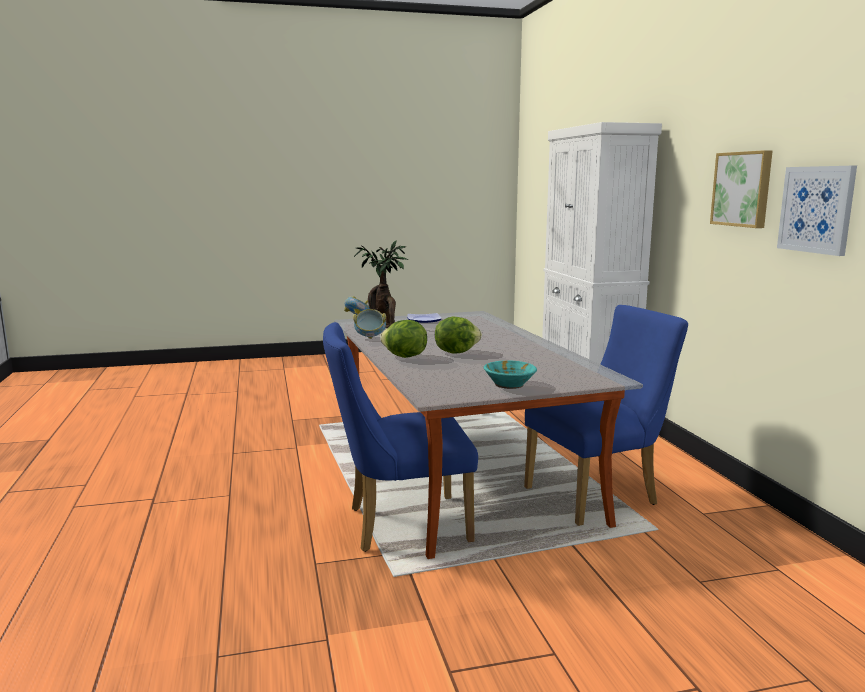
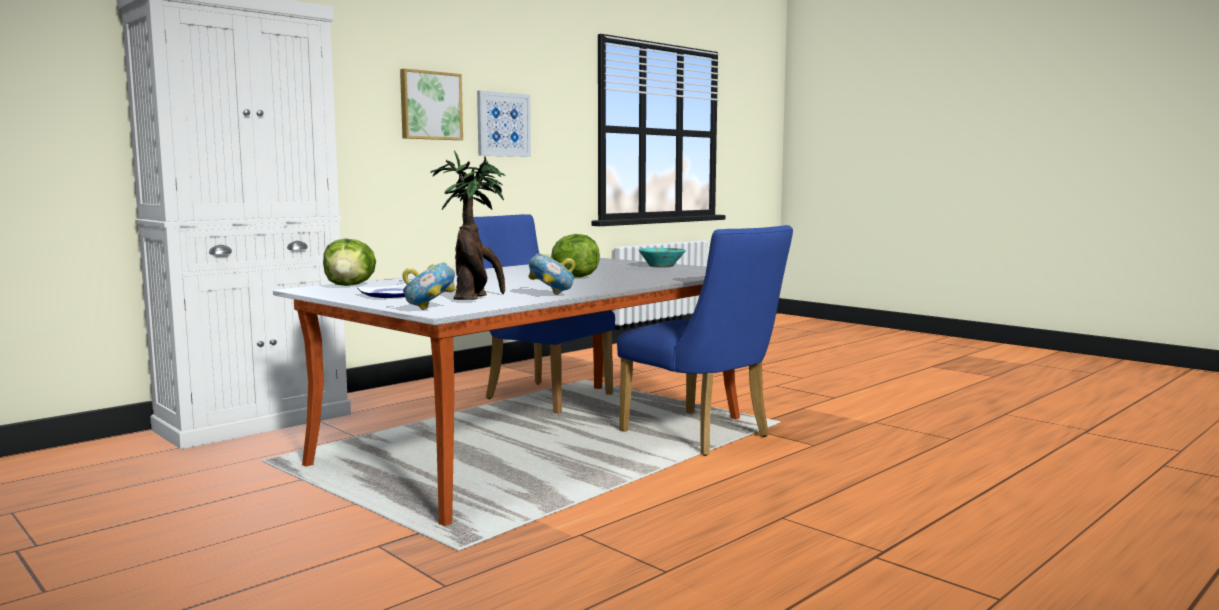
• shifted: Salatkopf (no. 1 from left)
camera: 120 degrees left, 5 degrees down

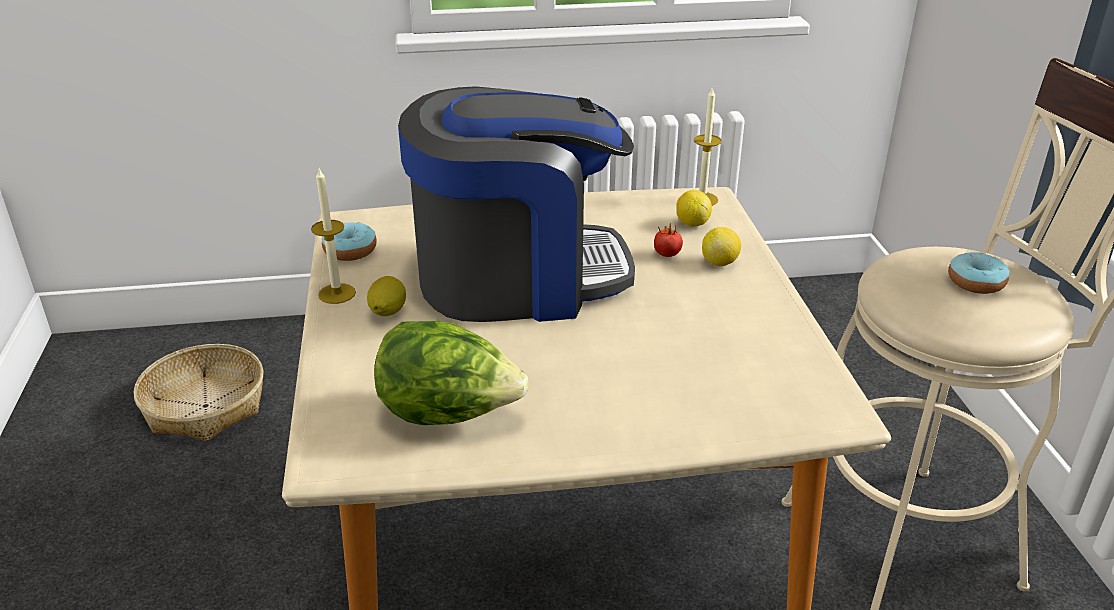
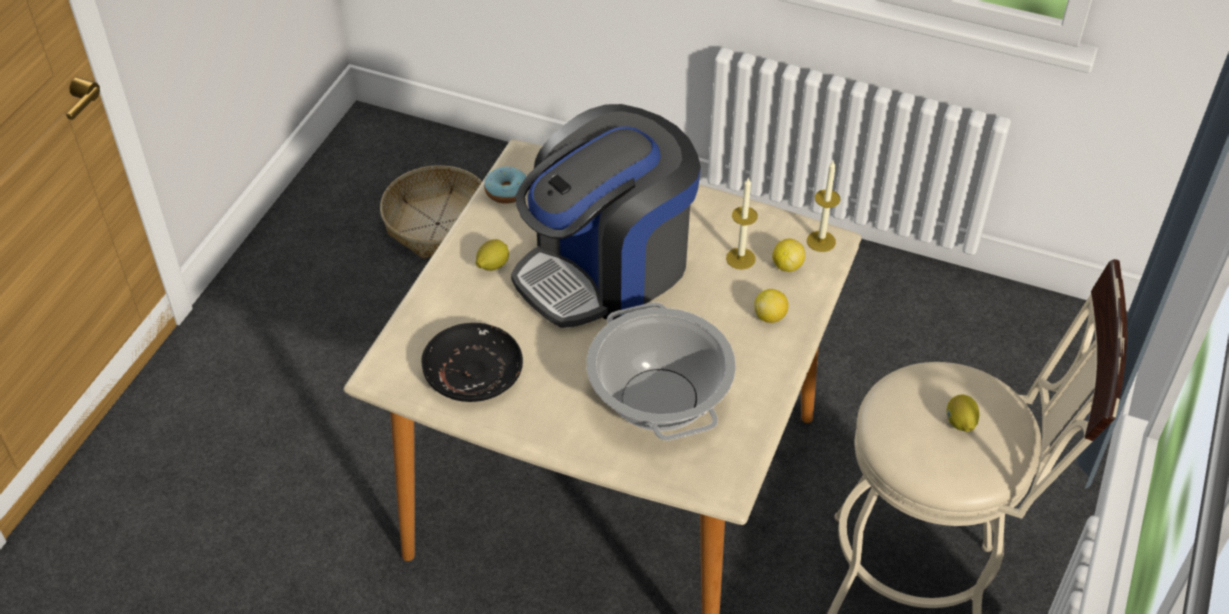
• shifted: Kerze (no. 1 from left)
• swapped: Salatkopf to Teller [schwarz]
• rotated: Kaffeemaschine 120 degrees clockwise
• gone: Tomate
• swapped: Donut (no. 2 from left) to Zitrone (no. 4 from left)
• new: Kochtopf
camera: 30 degrees right, 15 degrees up

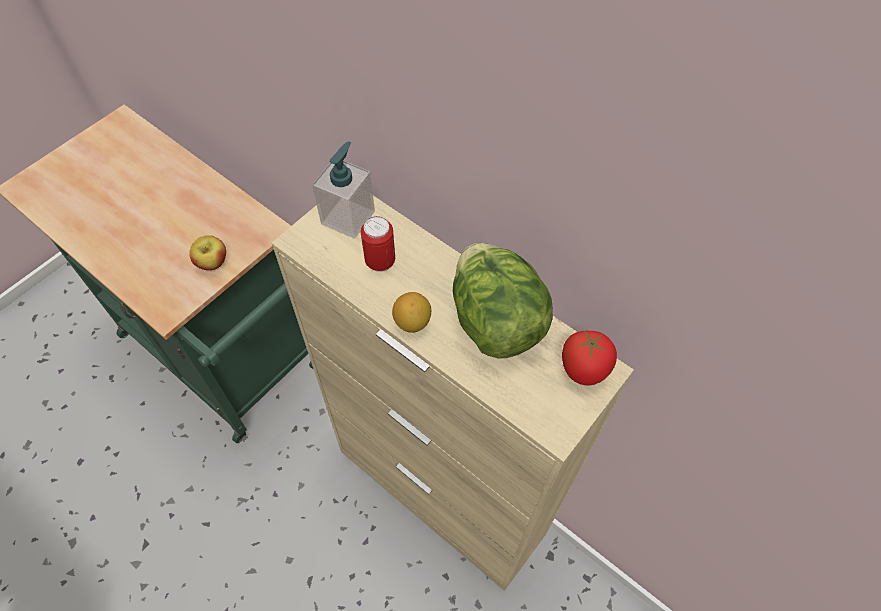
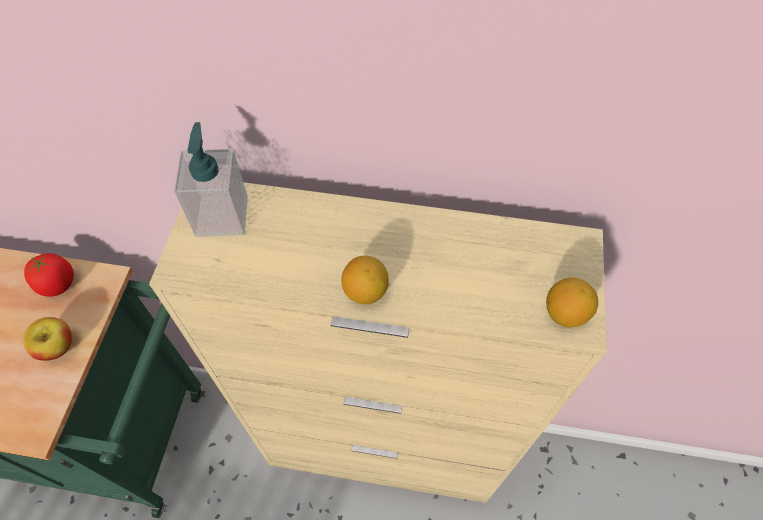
• gone: Dose
• gone: Salatkopf
• shifted: Tomate
• new: Zitrone (no. 2 from left)
camera: 30 degrees left, 0 degrees up

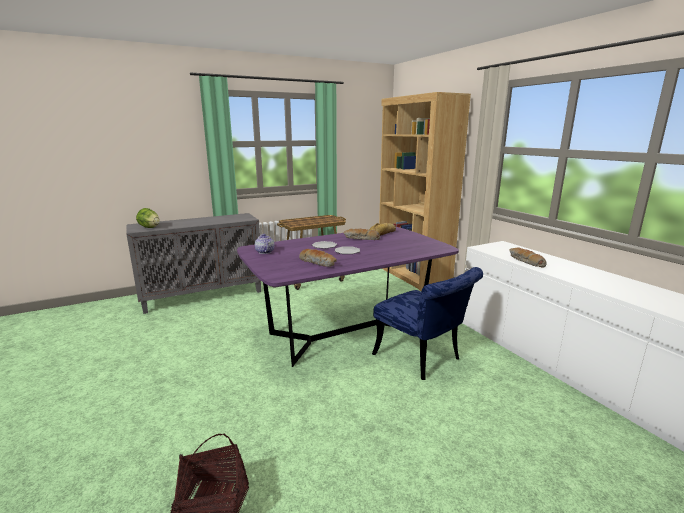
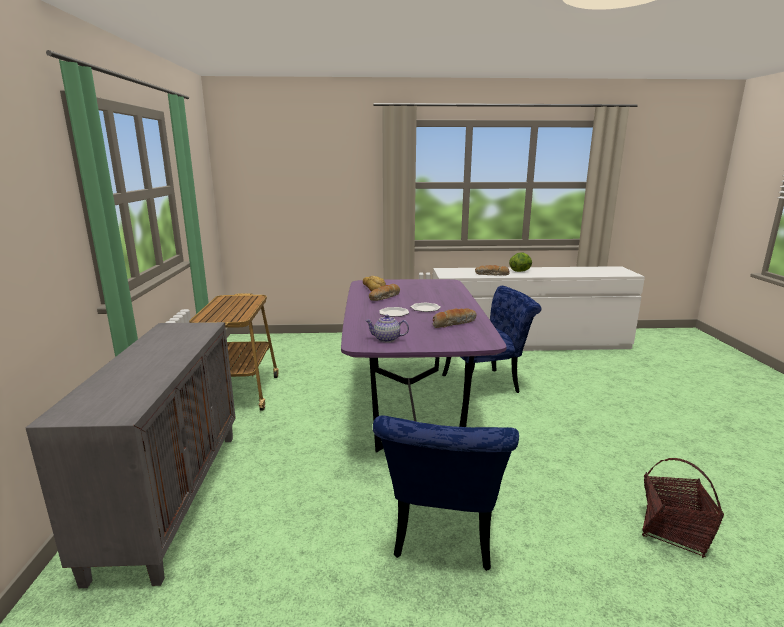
• shifted: Salatkopf
• gone: Bücherregal [braun]
• new: Stuhl [blau] (no. 1 from left)
camera: 65 degrees left, 0 degrees up

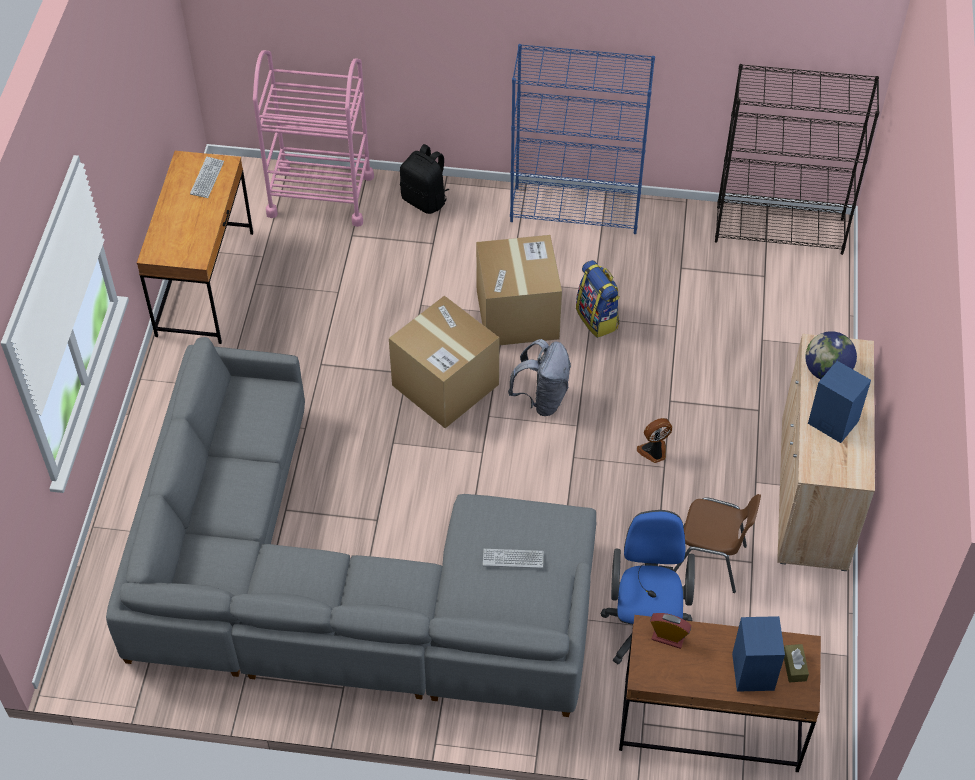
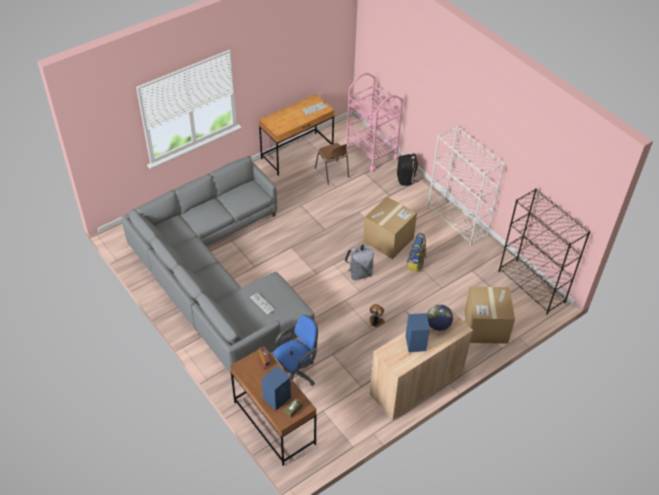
• shifted: Karton (no. 1 from left in the first image) to Karton (no. 2 from left)
• repainted: Bücherregal [blau] to Bücherregal [weiß]
• shifted: Stuhl [braun]
camera: 45 degrees right, 5 degrees down

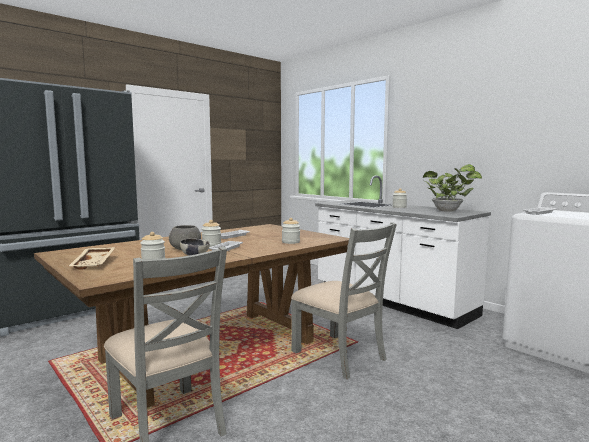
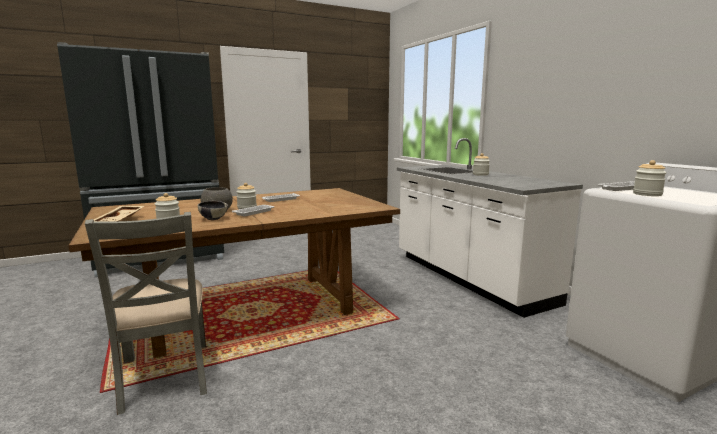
• shifted: Vorratsglas (no. 3 from left in the first image) to Vorratsglas (no. 4 from left)
• gone: Stuhl [grau] (no. 2 from left)
• gone: Topfpflanze
camera: 15 degrees right, 5 degrees up

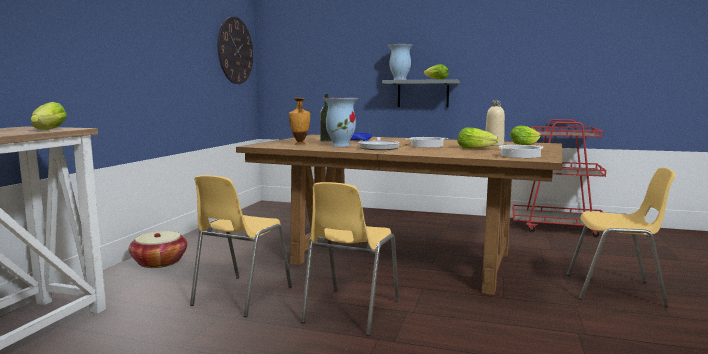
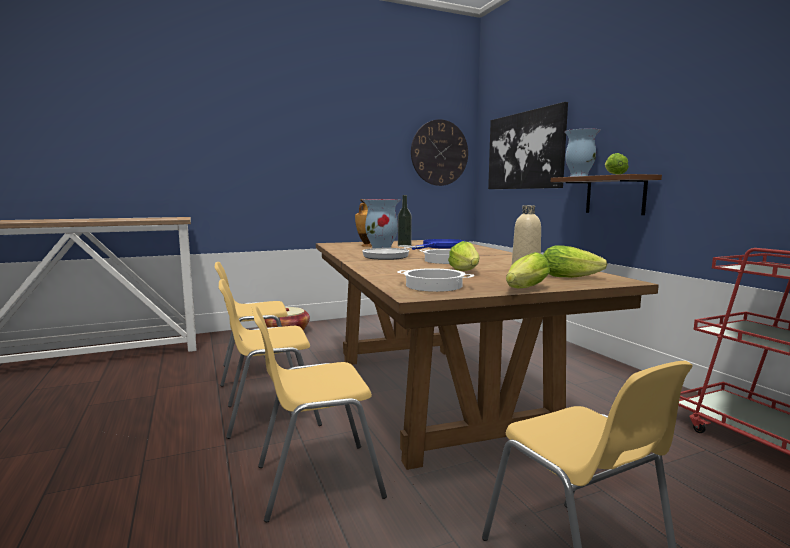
• shifted: Salatkopf (no. 1 from left in the first image) to Salatkopf (no. 2 from left)
• repainted: Wandregal [grau] to Wandregal [braun]
• new: Stuhl [gelb] (no. 3 from left)
• new: Bild
camera: 50 degrees right, 0 degrees up

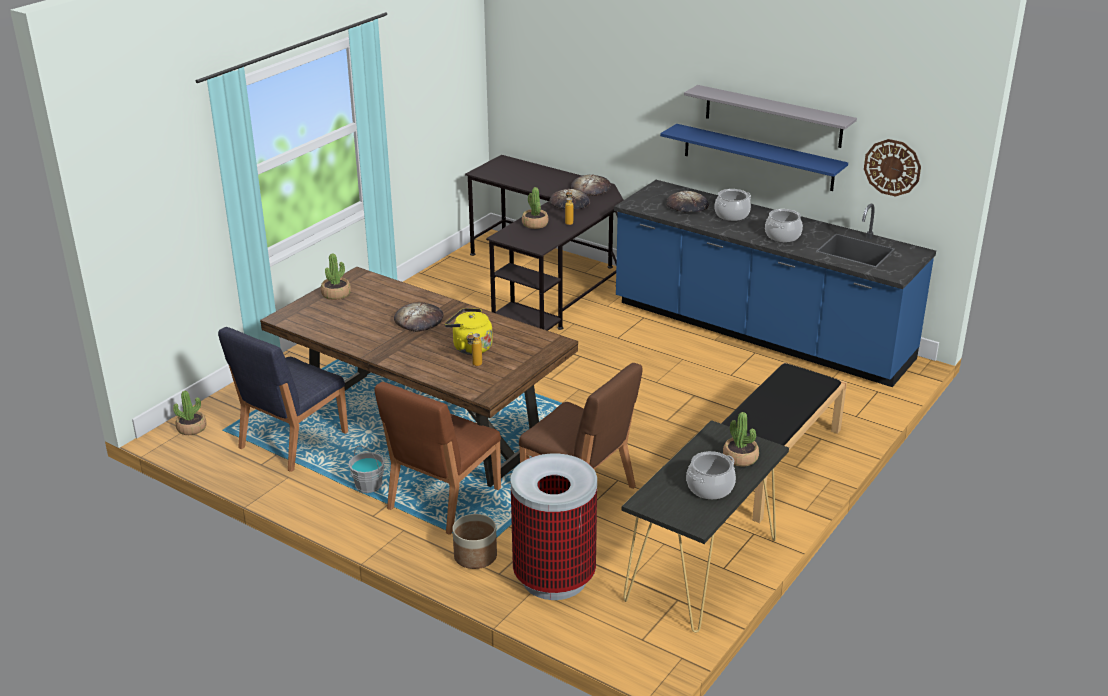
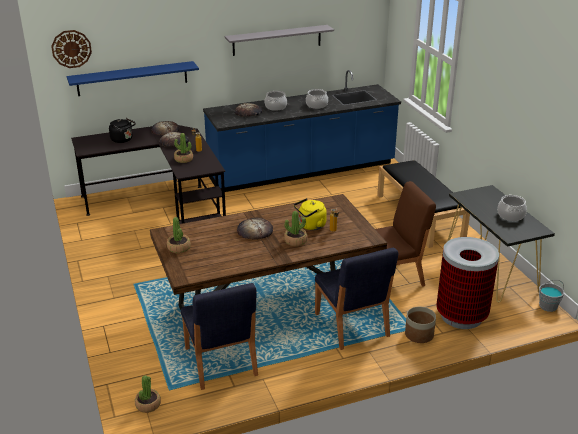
• shifted: Eimer [grau]
• repainted: Stuhl [braun] (no. 1 from left) to Stuhl [blau] (no. 2 from left)
• shifted: Wandregal [blau]
• shifted: Topfpflanze (no. 4 from left)
• shifted: Wanduhr
• new: Wasserkessel [schwarz]
camera: 55 degrees left, 0 degrees up

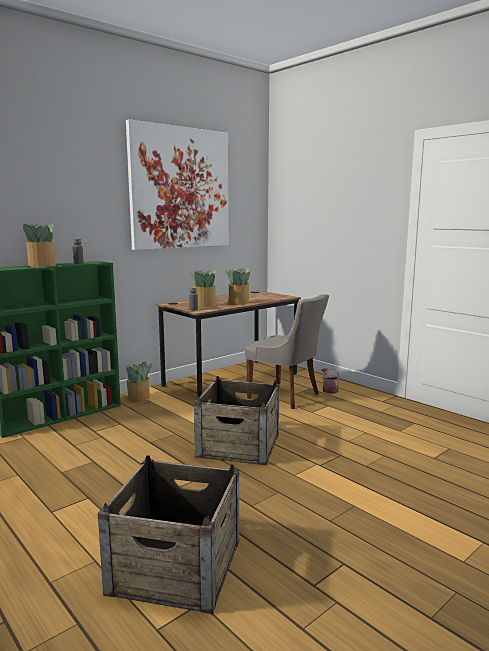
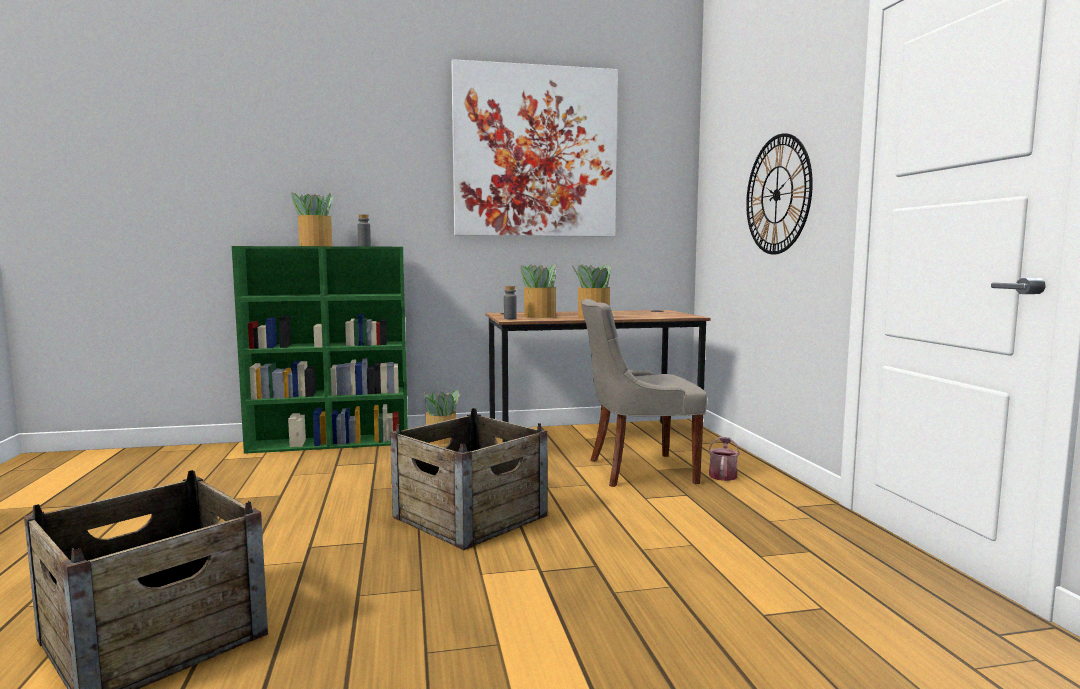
• rotated: Stuhl [grau] 105 degrees clockwise
• new: Wanduhr
camera: 30 degrees right, 5 degrees down

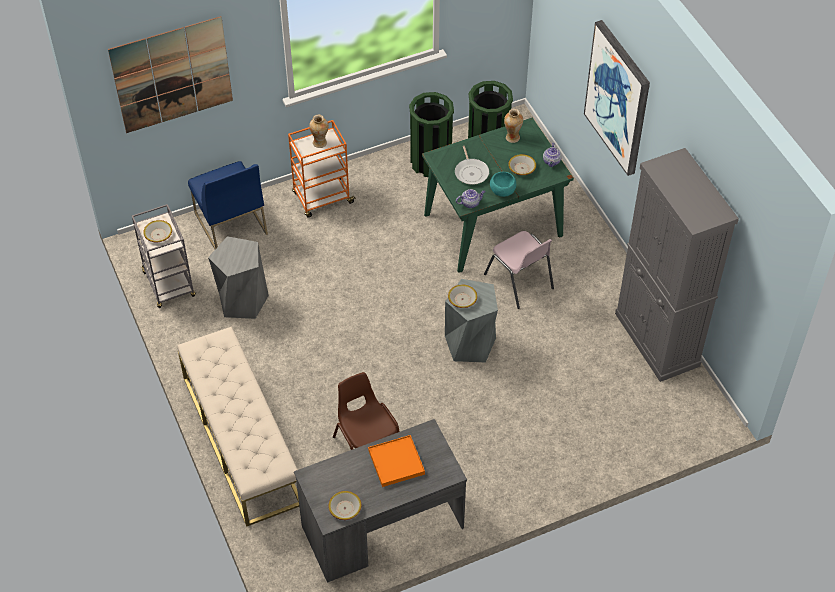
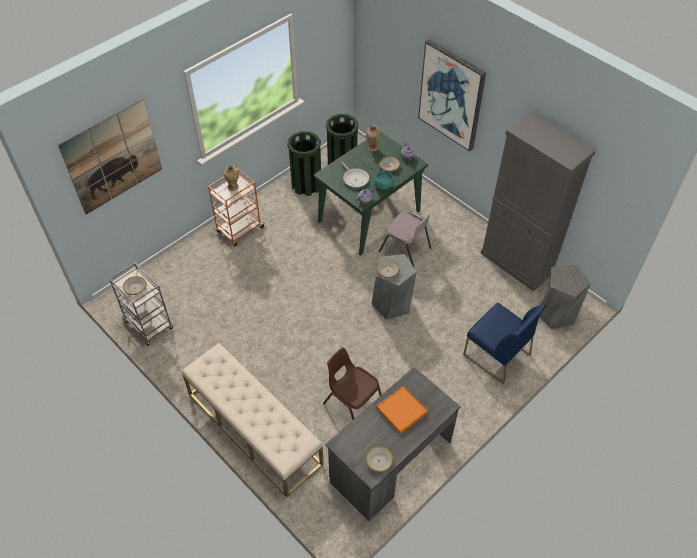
• shifted: Stuhl [blau]
• shifted: Hocker [grau] (no. 1 from left in the first image) to Hocker [grau] (no. 2 from left)
camera: 20 degrees left, 0 degrees up

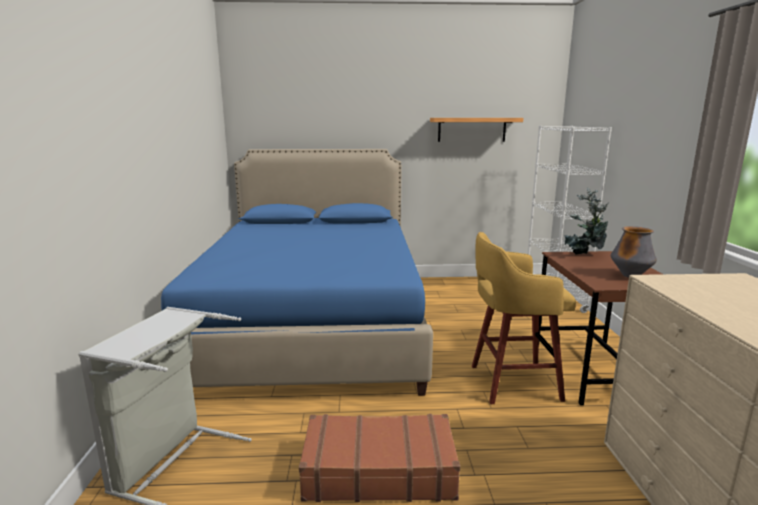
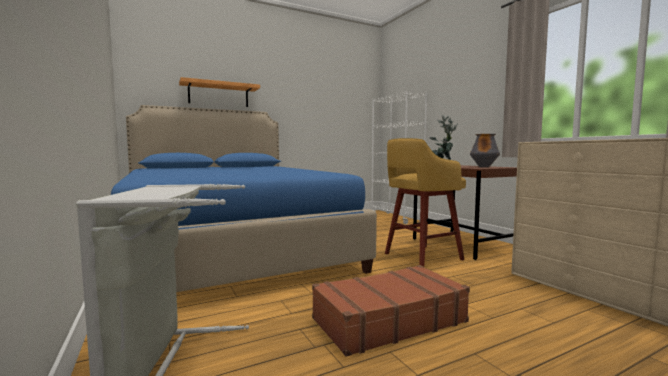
• shifted: Wandregal
camera: 25 degrees left, 10 degrees down

